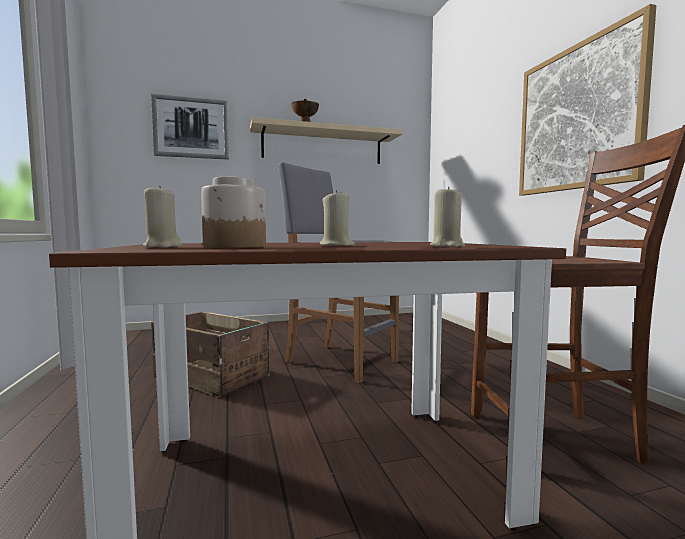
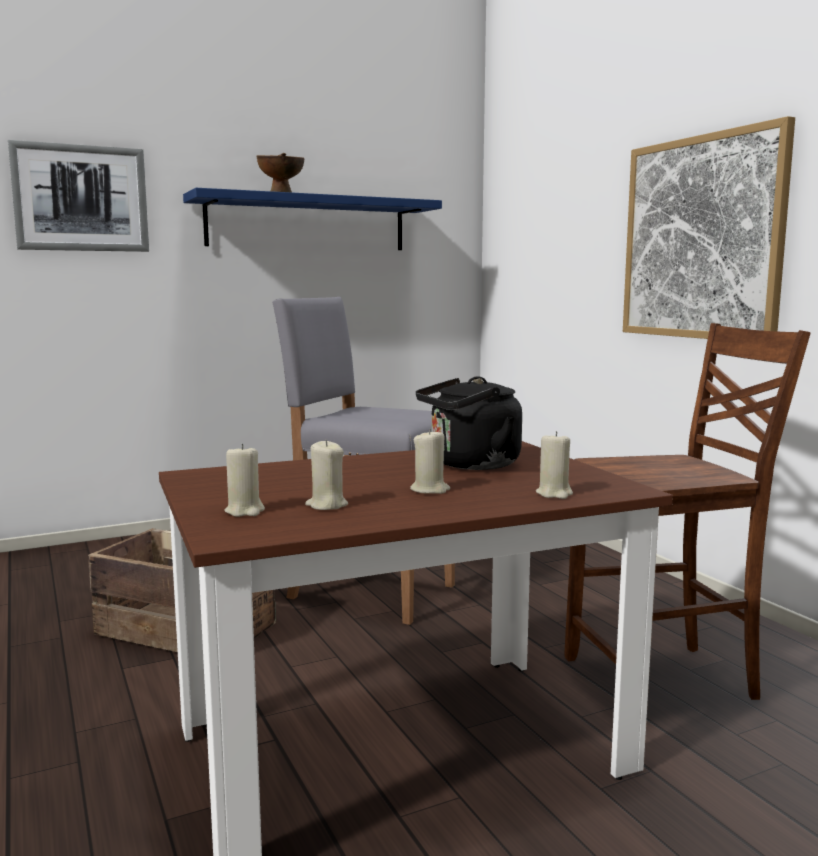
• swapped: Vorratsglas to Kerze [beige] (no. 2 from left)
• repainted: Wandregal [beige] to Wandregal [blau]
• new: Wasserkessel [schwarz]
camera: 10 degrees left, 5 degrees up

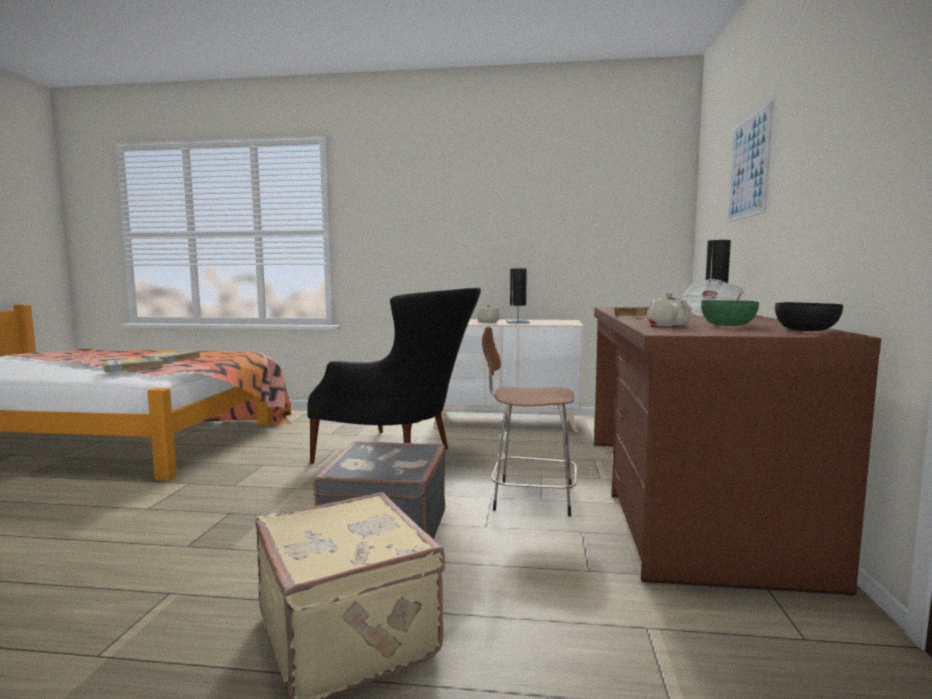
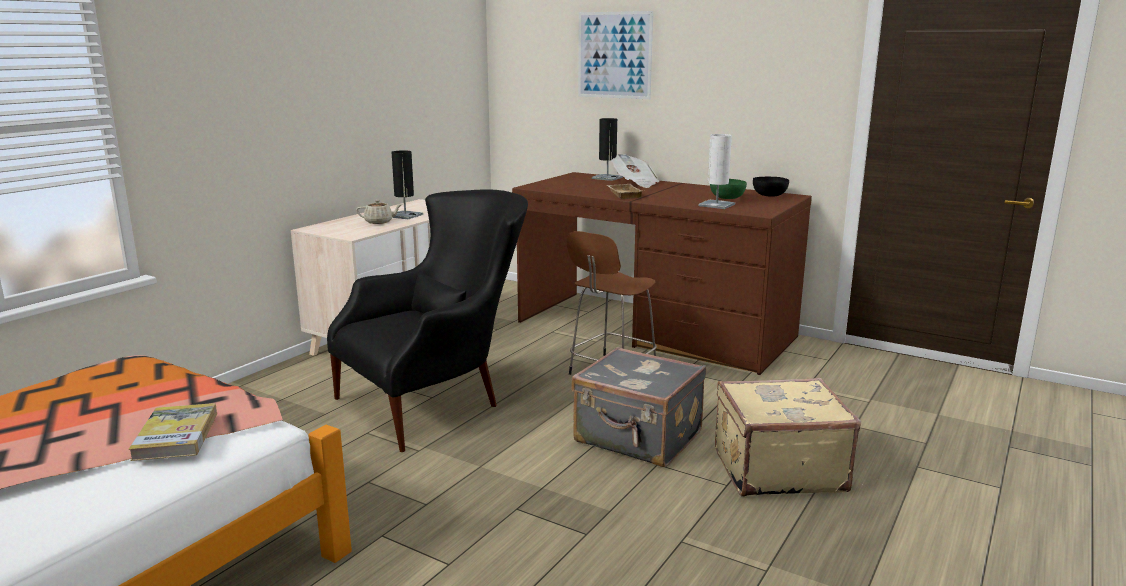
• gone: Buch (no. 2 from left)
• swapped: Teekanne [beige] (no. 2 from left) to Tischlampe [weiß]
camera: 65 degrees left, 10 degrees up

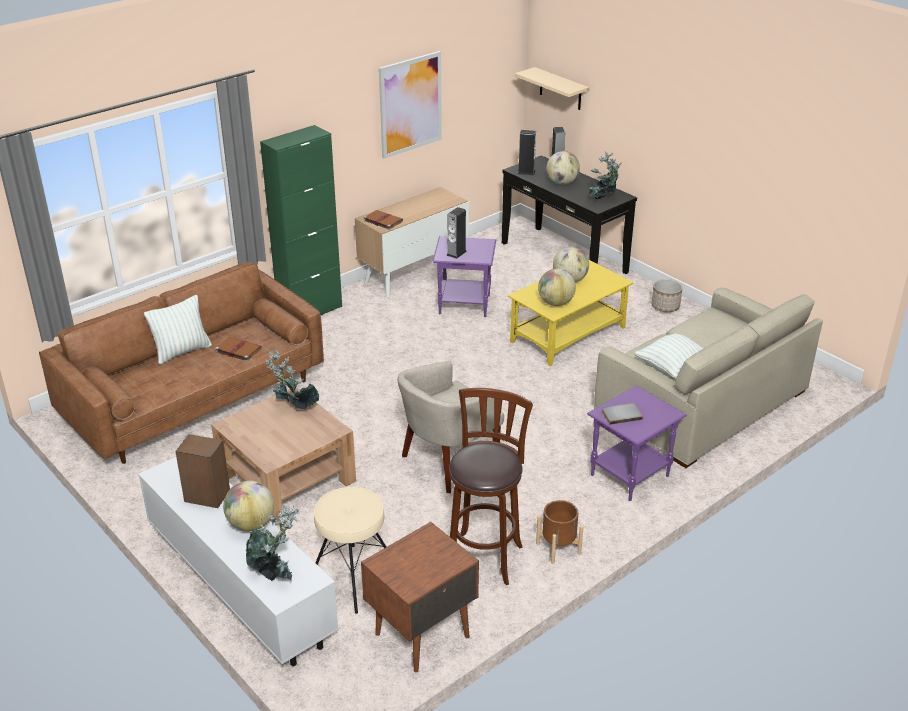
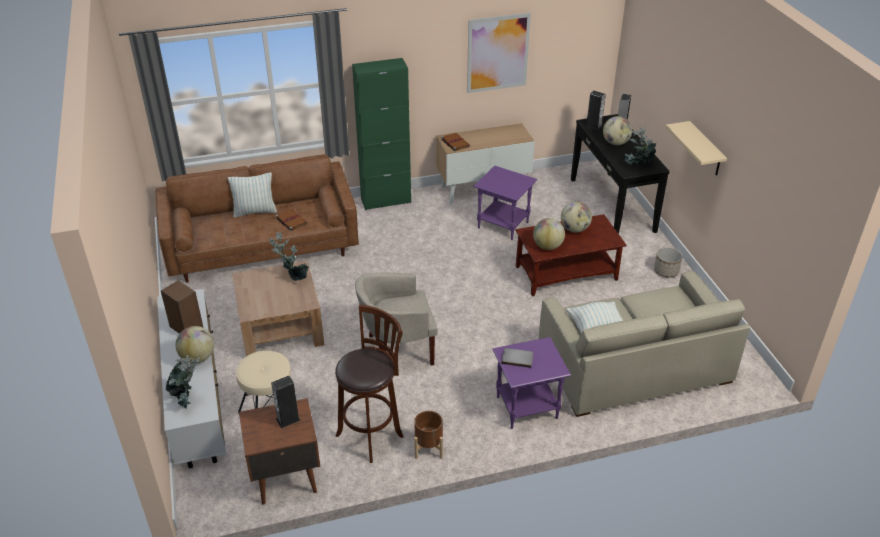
• shifted: Lautsprecher (no. 2 from left)
• repainted: Couchtisch [gelb] to Couchtisch [braun] (no. 2 from left)
• shifted: Wandregal [beige]
camera: 25 degrees right, 5 degrees up

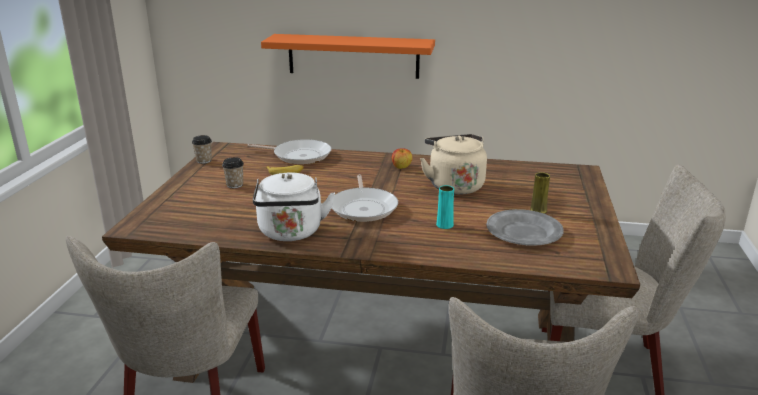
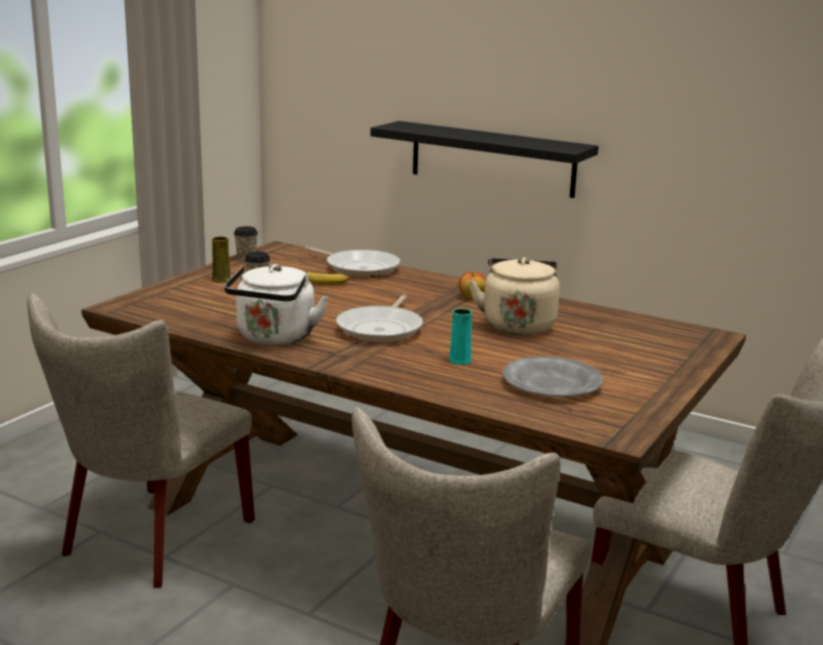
• repainted: Wandregal [orange] to Wandregal [schwarz]
• shifted: Vase [gelb]
camera: 20 degrees right, 5 degrees down

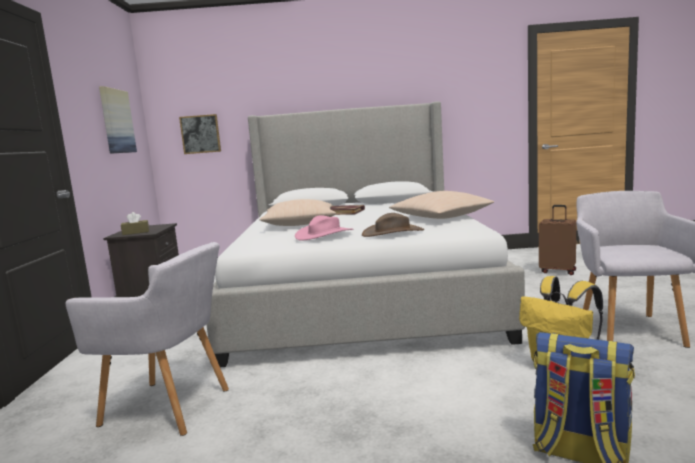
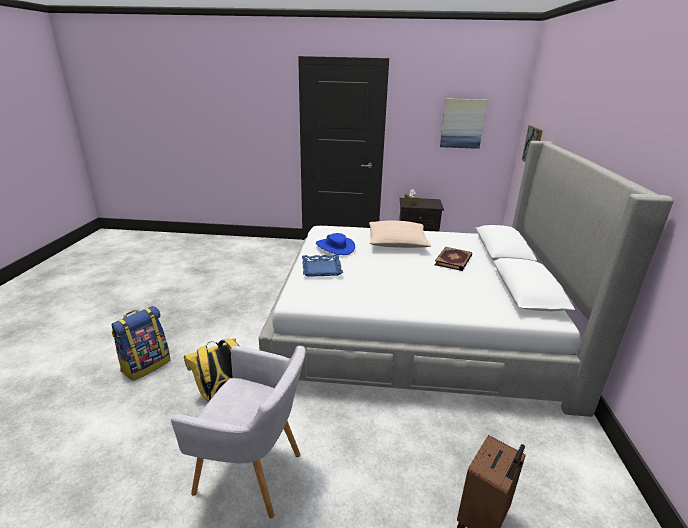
• gone: Sessel [grau] (no. 1 from left)
• repainted: Hut [rosa] to Hut [blau]
• swapped: Hut [braun] to Tablett [blau]
• gone: Kissen [beige] (no. 2 from left)
camera: 95 degrees right, 15 degrees up

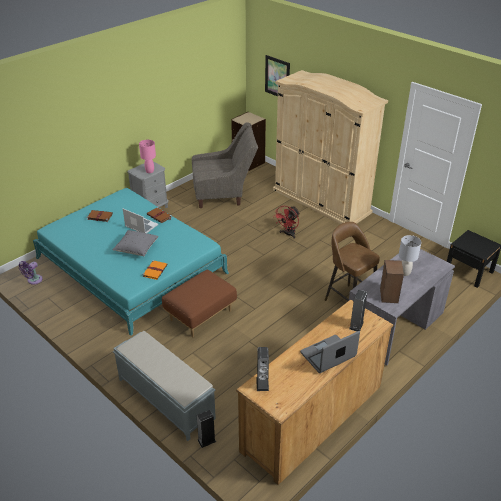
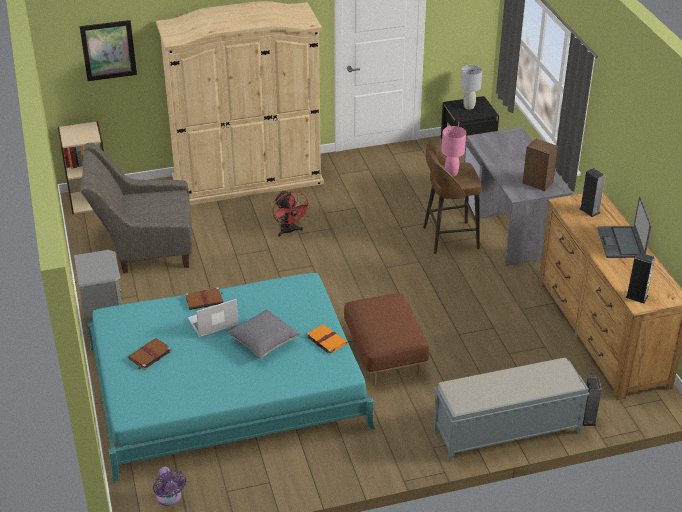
• shifted: Tischlampe [rosa]
• rotated: Sessel [grau] 120 degrees counterclockwise
• shifted: Tischlampe [grau]
camera: 60 degrees left, 0 degrees up

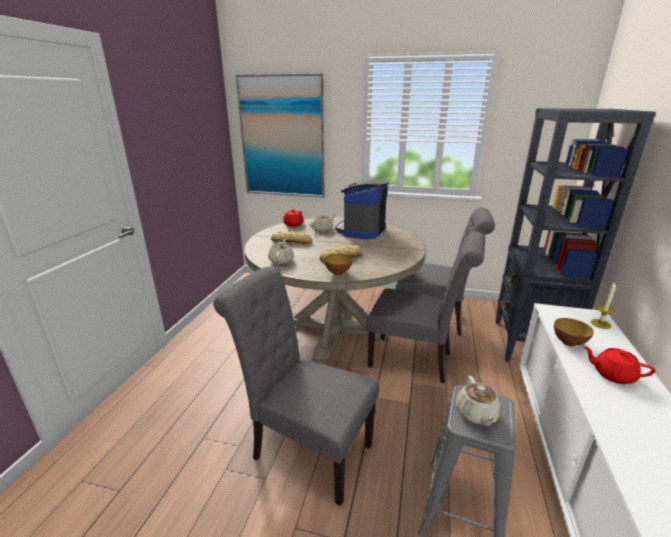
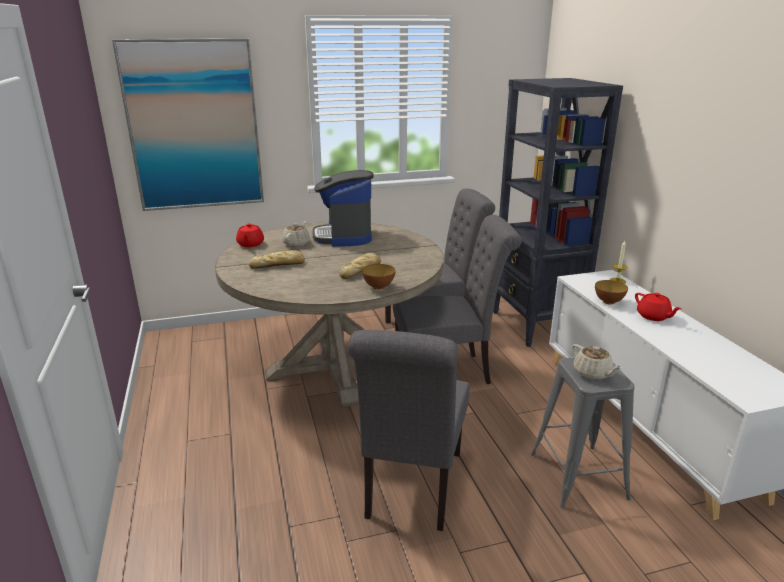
• rotated: Stuhl [grau] (no. 1 from left) 75 degrees counterclockwise
• gone: Teekanne [beige] (no. 1 from left)
• rotated: Teekanne [rot] (no. 2 from left) 120 degrees counterclockwise
camera: 30 degrees left, 0 degrees up

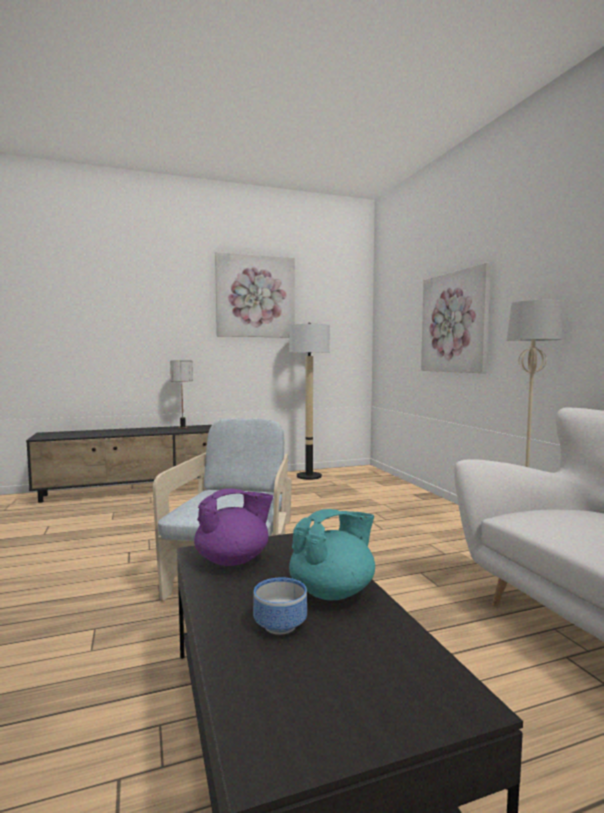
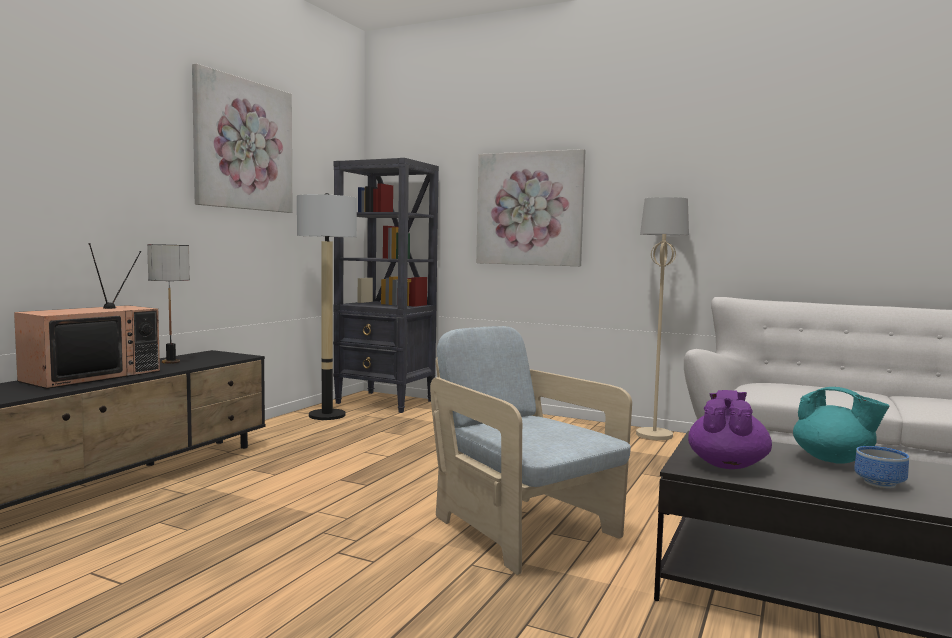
• rotated: Teekanne [türkis] 120 degrees clockwise
• new: Fernseher
• new: Bücherregal [schwarz]
camera: 45 degrees left, 0 degrees up

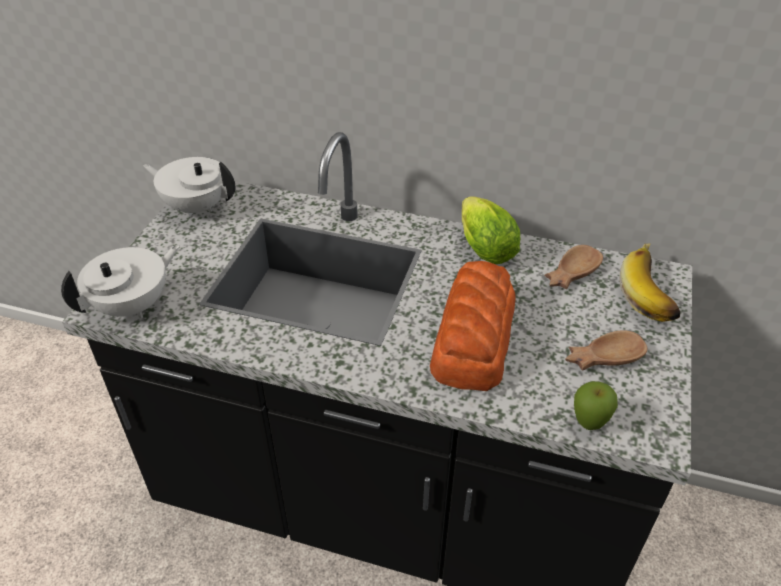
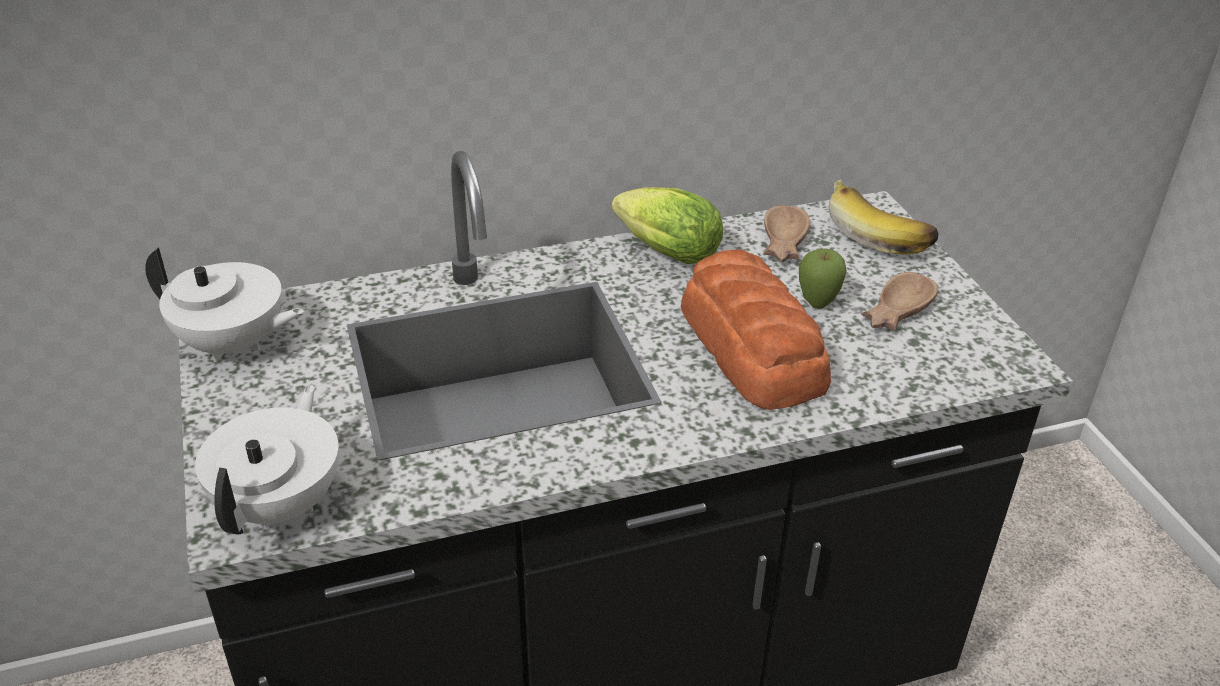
• rotated: Teekanne [weiß] (no. 2 from left in the first image) 150 degrees counterclockwise
• shifted: Apfel
camera: 35 degrees left, 5 degrees down

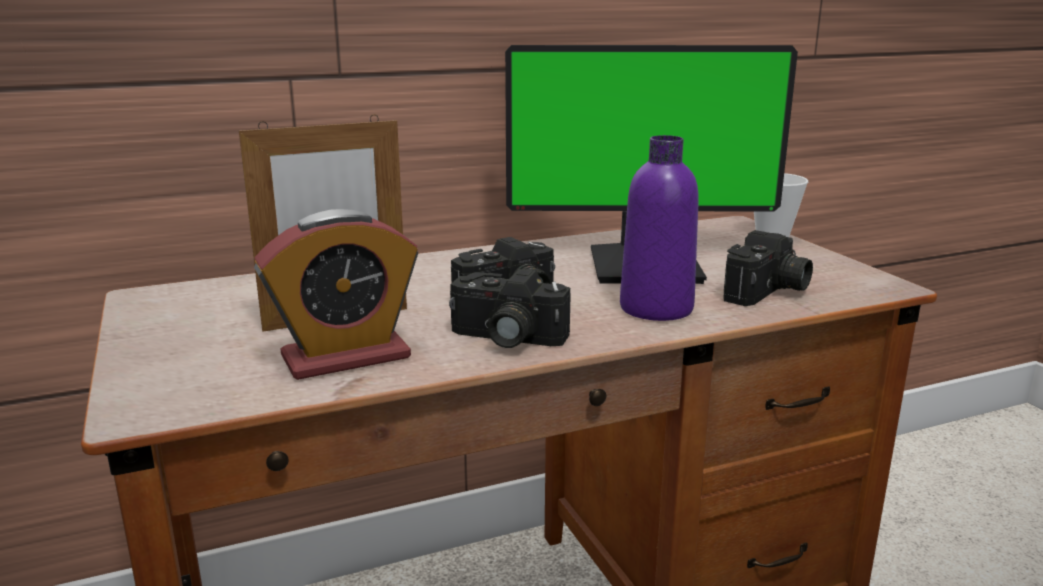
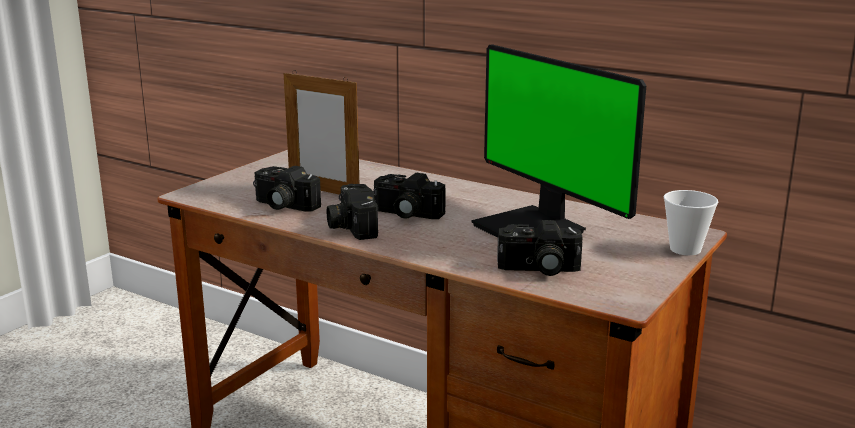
• swapped: Wecker to Kamera (no. 1 from left)
• gone: Flasche [lila]
camera: 55 degrees right, 0 degrees up

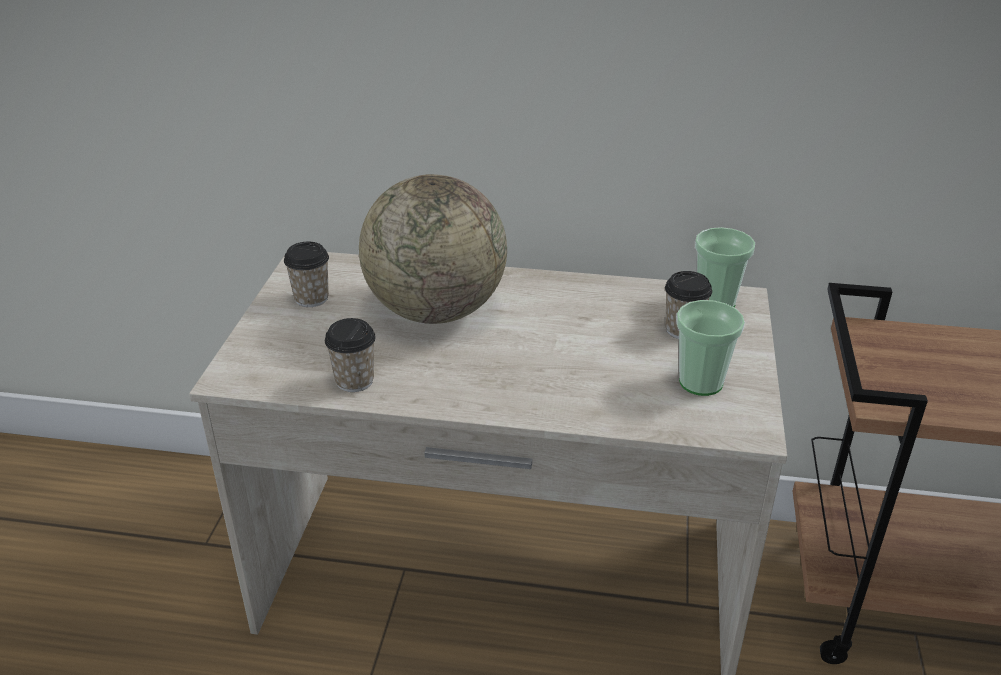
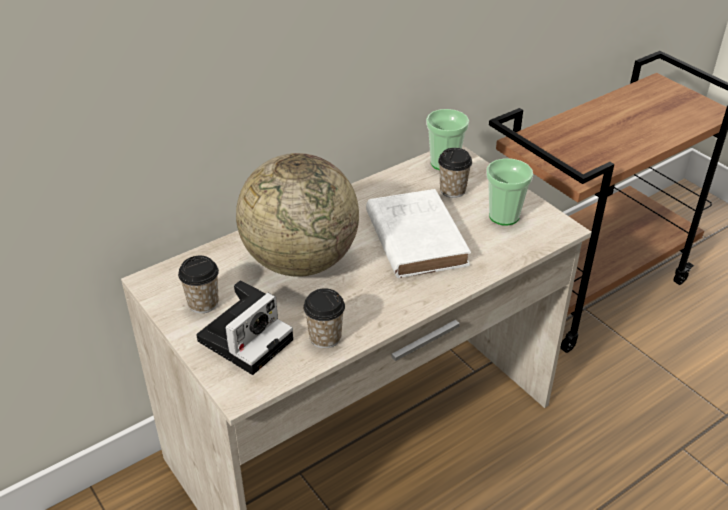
• new: Kamera
• new: Buch [weiß]
camera: 45 degrees left, 5 degrees up

